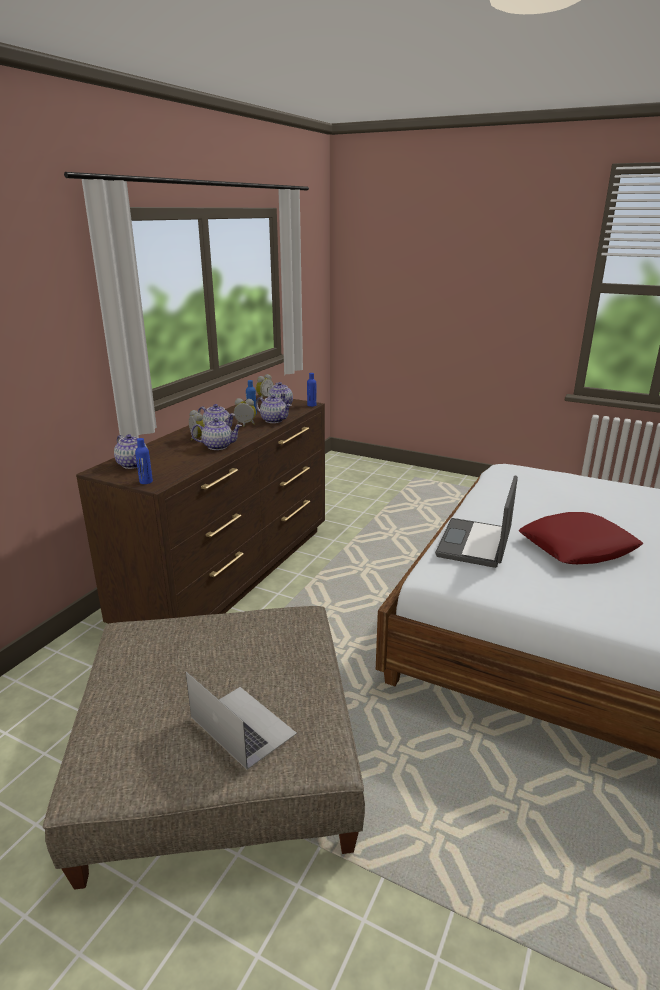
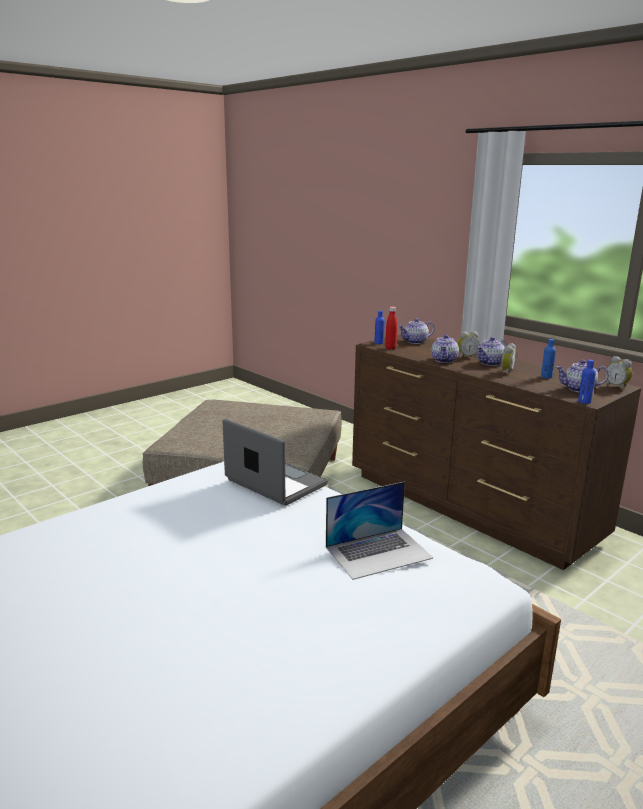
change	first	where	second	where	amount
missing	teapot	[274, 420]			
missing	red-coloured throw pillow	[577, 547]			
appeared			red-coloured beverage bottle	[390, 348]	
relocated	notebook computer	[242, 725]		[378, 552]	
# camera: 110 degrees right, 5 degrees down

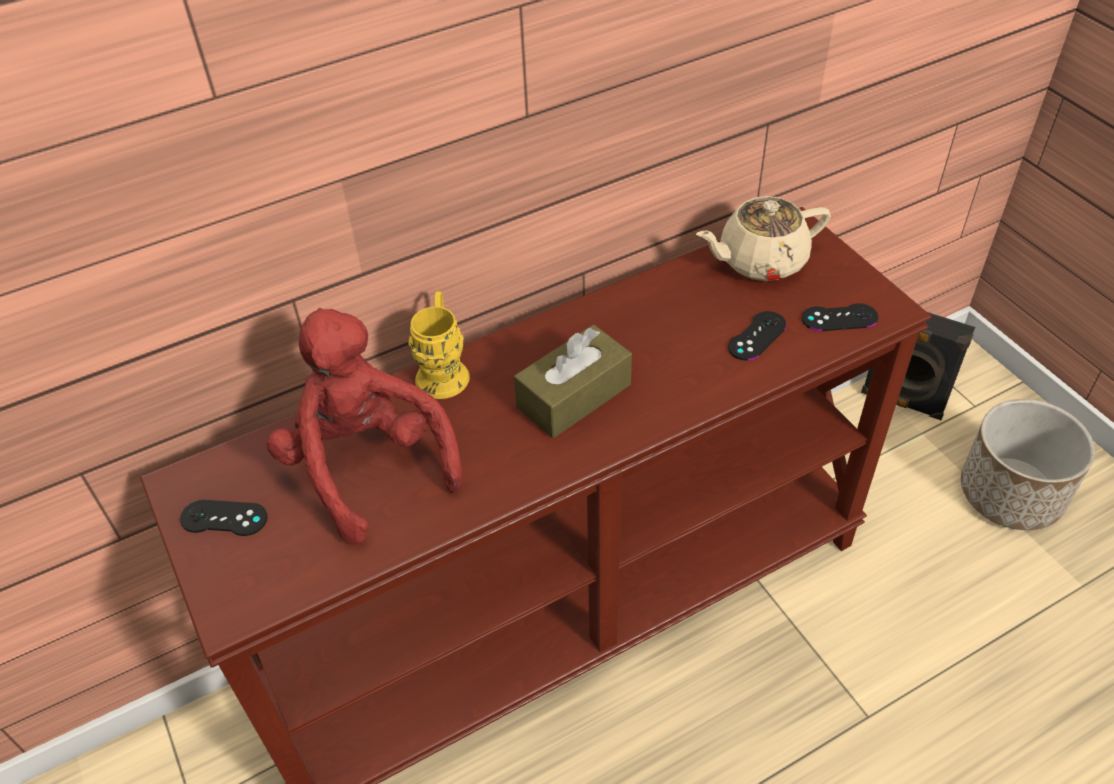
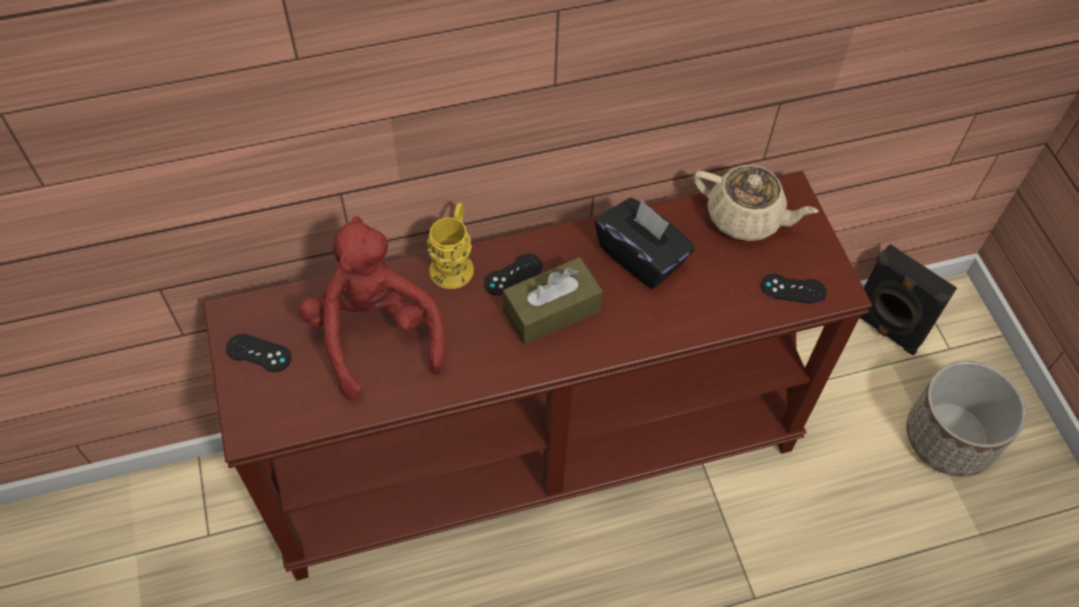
change	first	where	second	where	amount
appeared			black tissue holder	[641, 257]	
relocated	black game controller	[757, 336]		[513, 274]	
spun	sand-coloured teapot	[760, 261]		[746, 218]	150 degrees counterclockwise
# camera: 10 degrees right, 10 degrees up

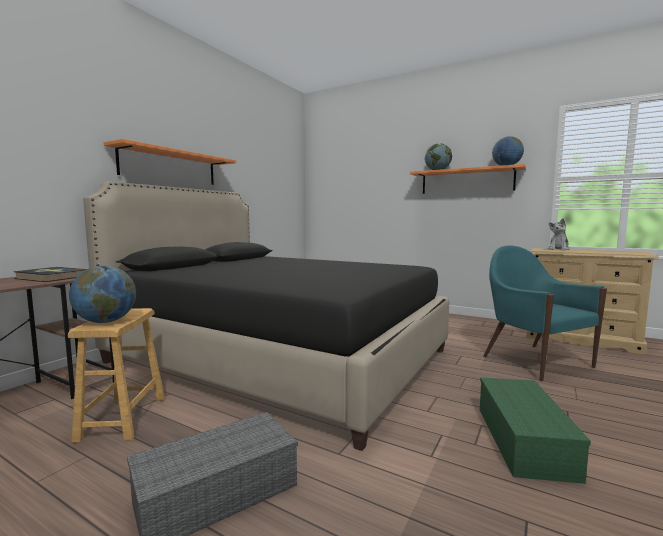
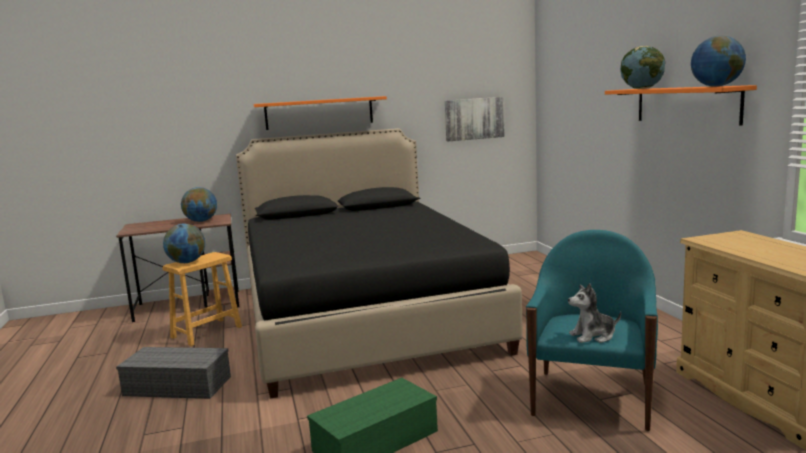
change	first	where	second	where	amount
appeared			wall picture	[474, 118]	
relocated	soft toy	[558, 249]		[593, 336]	
exchanged	volume	[52, 277]	world globe	[201, 221]	
# camera: 45 degrees right, 5 degrees up

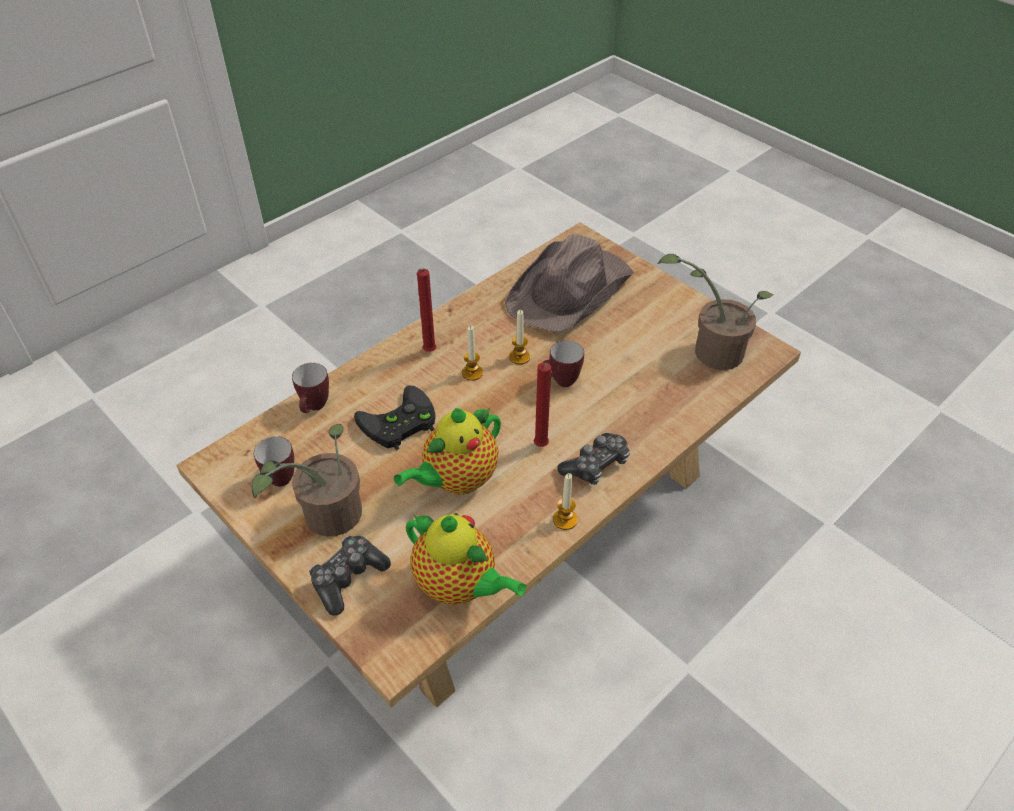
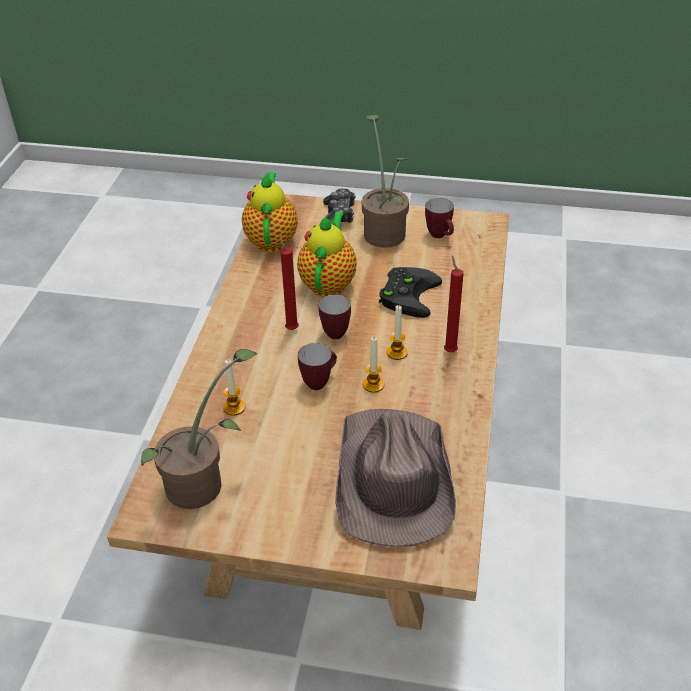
change	first	where	second	where	amount
missing	game controller	[596, 465]			
relocated	coffee mug	[315, 408]		[333, 331]	
relocated	wax candle	[565, 520]		[234, 407]	
spun	teapot	[459, 586]		[272, 239]	90 degrees clockwise
# camera: 145 degrees right, 5 degrees down

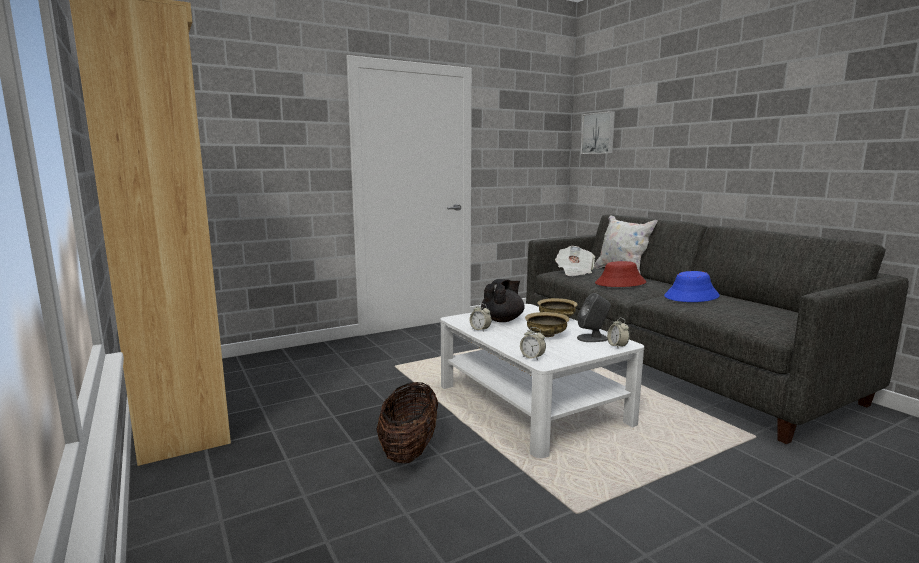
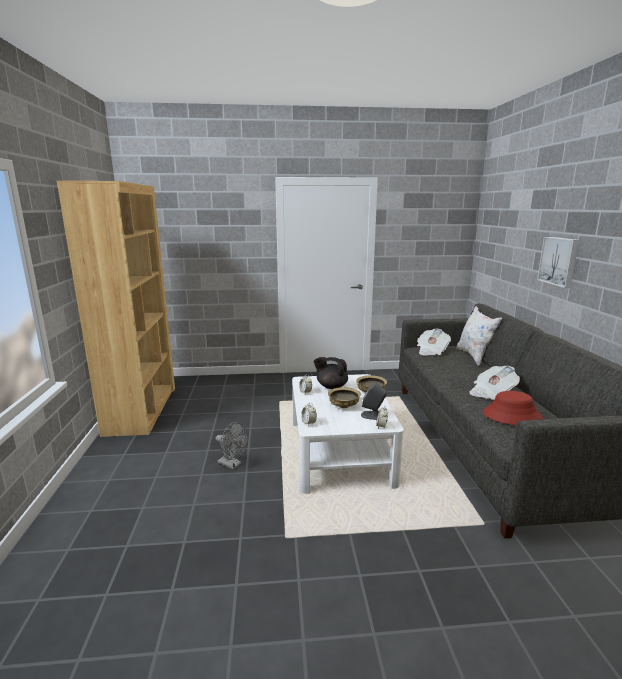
change	first	where	second	where	amount
relocated	wall picture	[598, 133]		[559, 261]	
relocated	red-coloured hat	[620, 283]		[512, 416]	
exchanged	household basket	[409, 450]	grey fan	[232, 464]	
exchanged	bluish hat	[691, 296]	printed paper	[491, 393]	
spun	black teapot	[502, 320]		[331, 386]	135 degrees counterclockwise
# camera: 25 degrees right, 5 degrees up

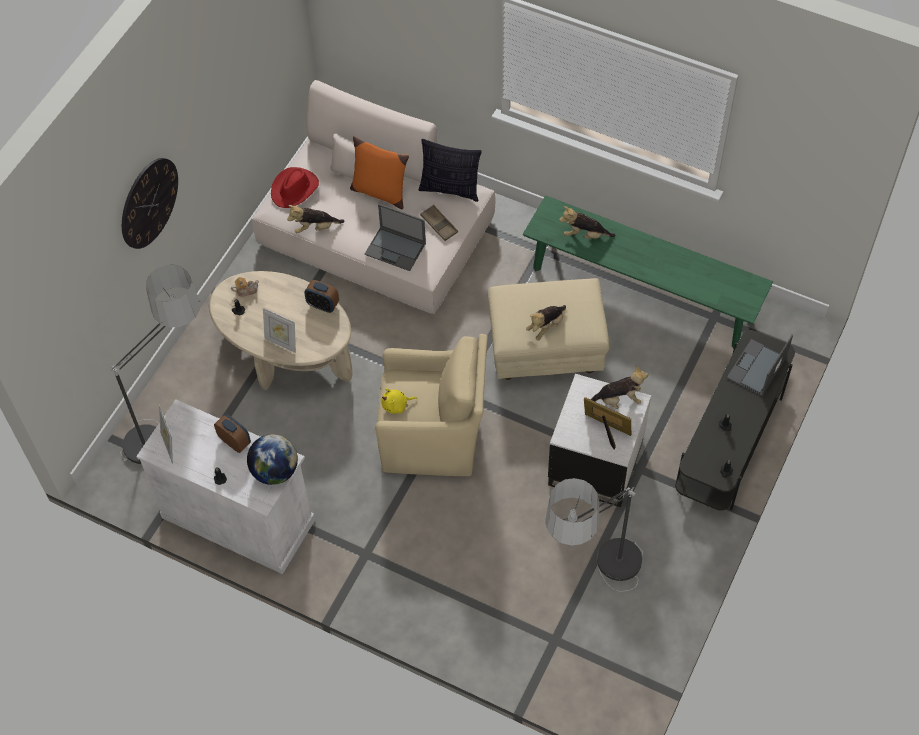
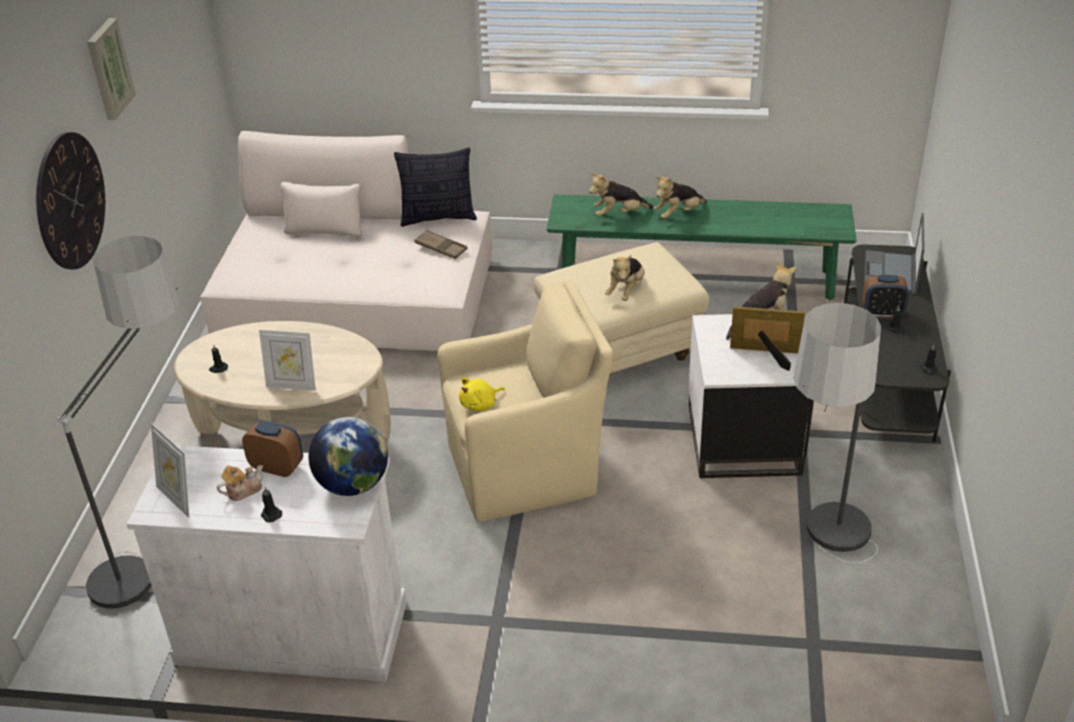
change	first	where	second	where	amount
missing	red-coloured hat	[294, 189]			
missing	orange-coloured throw pillow	[379, 192]			
missing	notebook computer	[396, 249]			
appeared			wall picture	[108, 69]	
relocated	teapot	[246, 290]		[243, 490]	
relocated	soft toy	[315, 228]		[678, 214]	
relocated	table clock	[323, 305]		[882, 313]	
# camera: 20 degrees left, 20 degrees down

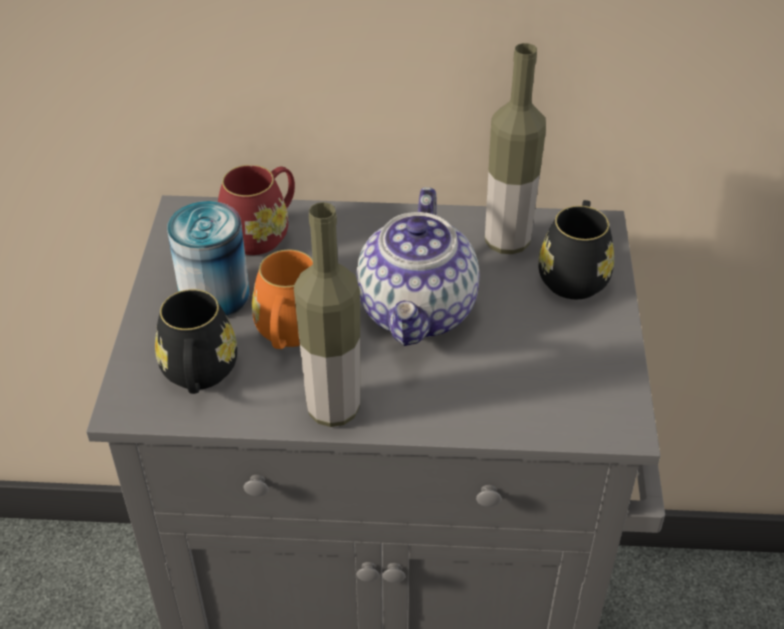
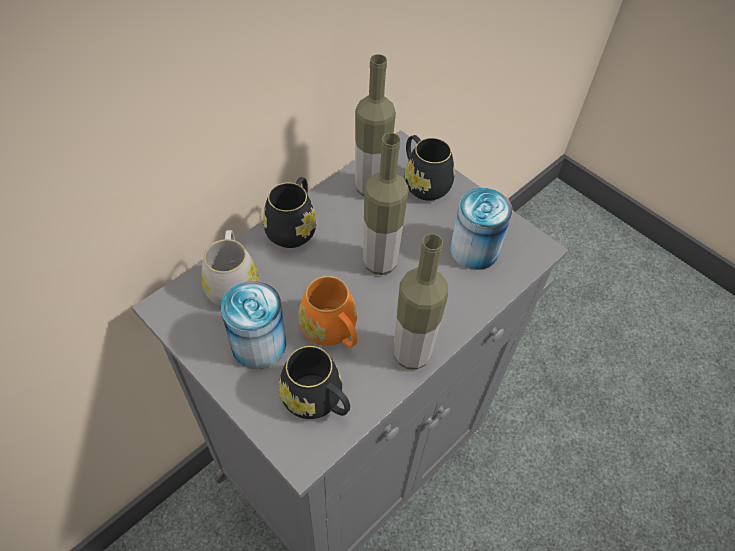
change	first	where	second	where	amount
appeared			black coffee mug	[293, 227]	
appeared			sealed can	[474, 250]	
exchanged	teapot	[419, 312]	beverage bottle	[380, 262]	
colour	red-coloured coffee mug	[262, 233]	whitish coffee mug	[233, 283]	
# camera: 50 degrees left, 10 degrees up

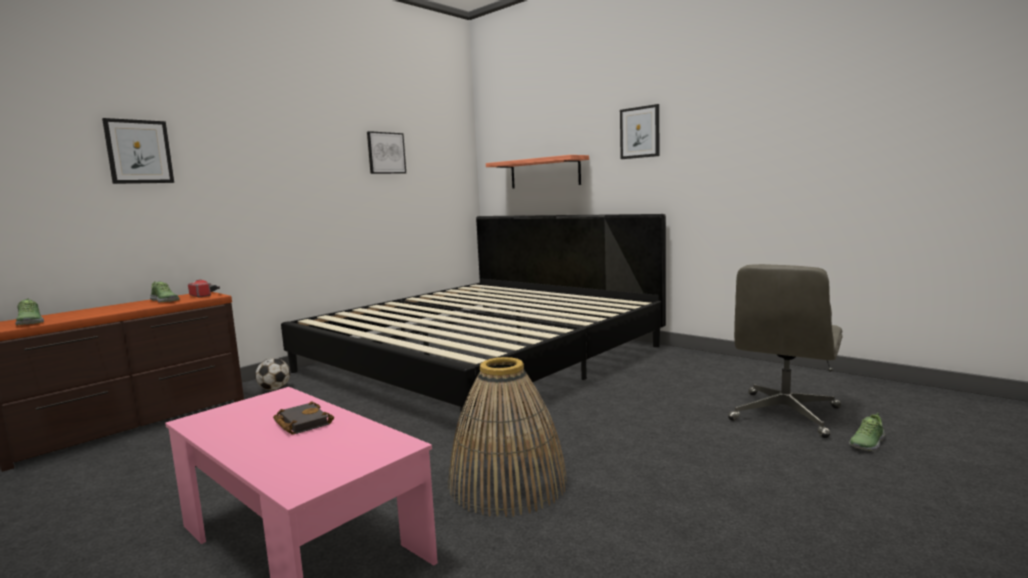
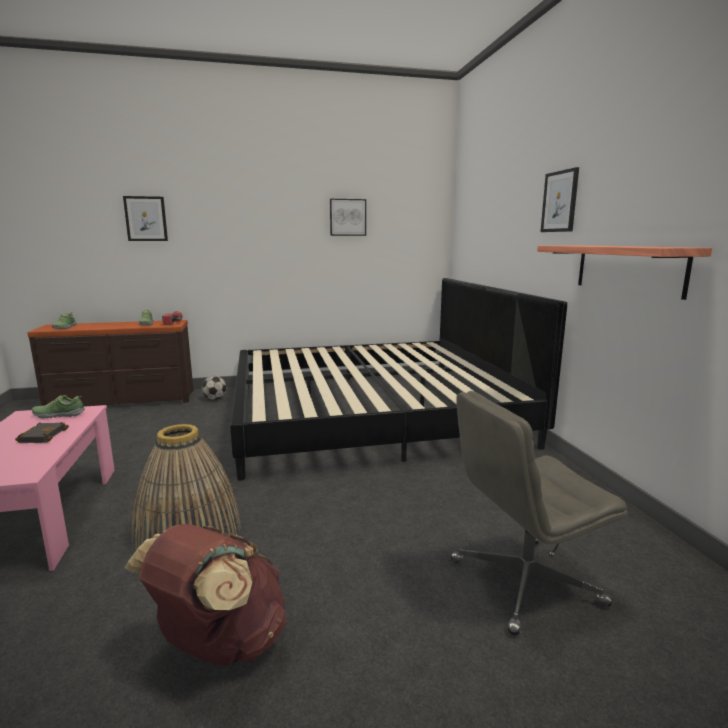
change	first	where	second	where	amount
appeared			brown knapsack	[219, 643]	
relocated	bracket shelf	[544, 173]		[628, 269]	
relocated	item of footwear	[866, 443]		[59, 415]	
# camera: 35 degrees right, 5 degrees up

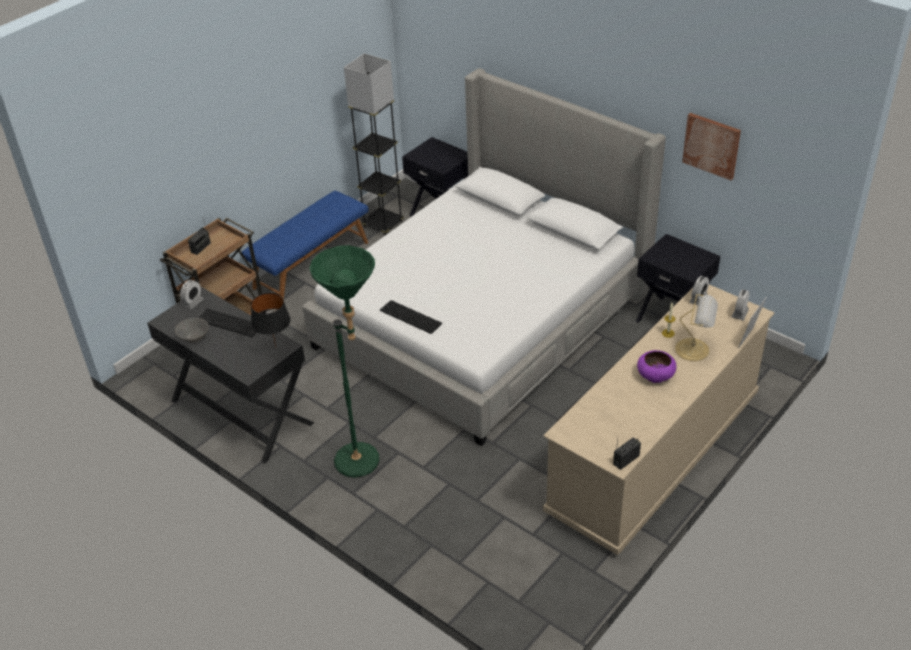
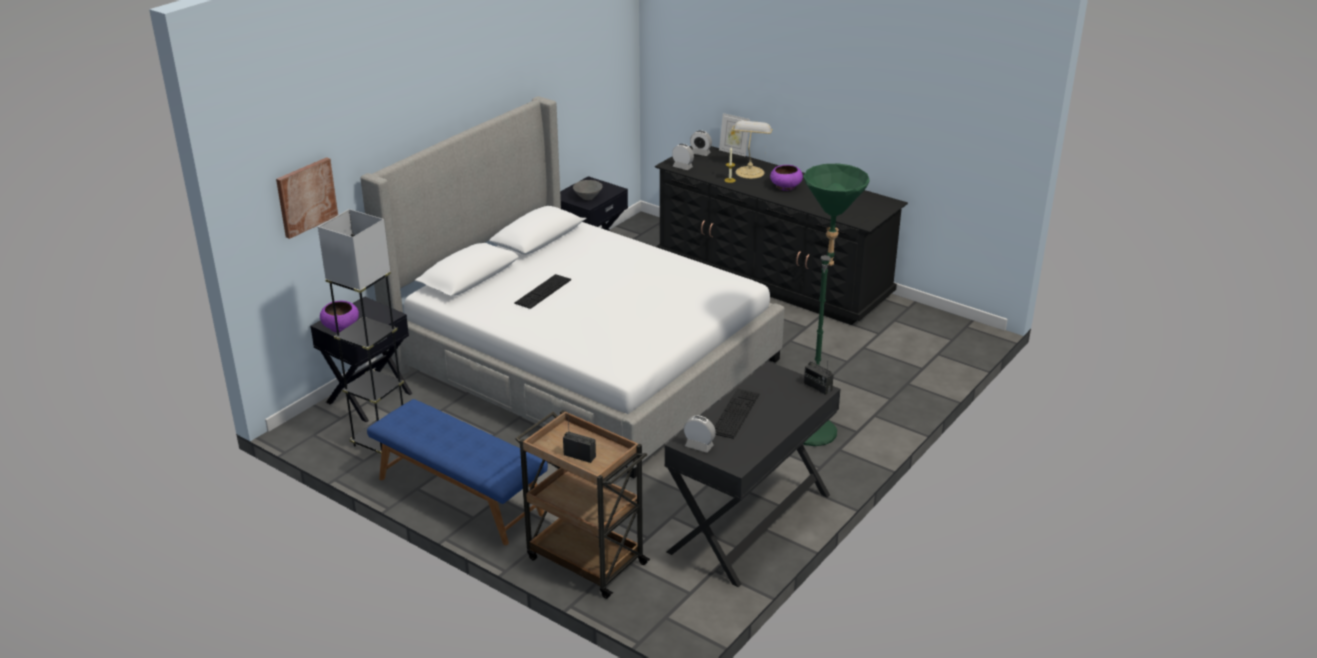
change	first	where	second	where	amount
missing	black tabletop lamp	[275, 347]			
appeared			purple-coloured serving bowl	[341, 327]	
relocated	grey serving bowl	[194, 338]		[587, 197]	
relocated	keyboard	[410, 317]		[543, 291]	
relocated	radio set	[626, 460]		[817, 387]	
relocated	wall picture	[711, 145]		[306, 197]	
colour	sand-coloured drawer chest	[654, 454]	black drawer chest	[772, 277]	
# camera: 95 degrees left, 10 degrees down

